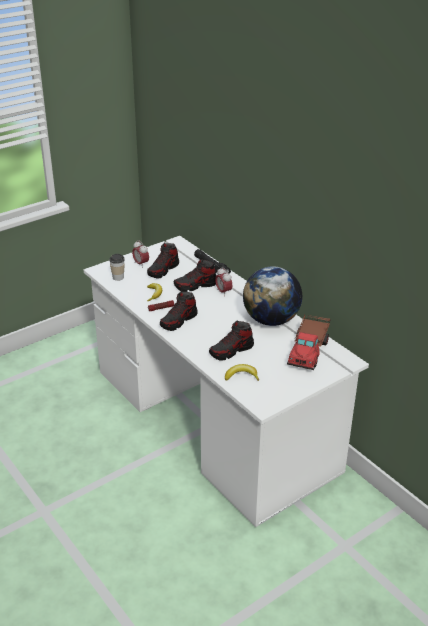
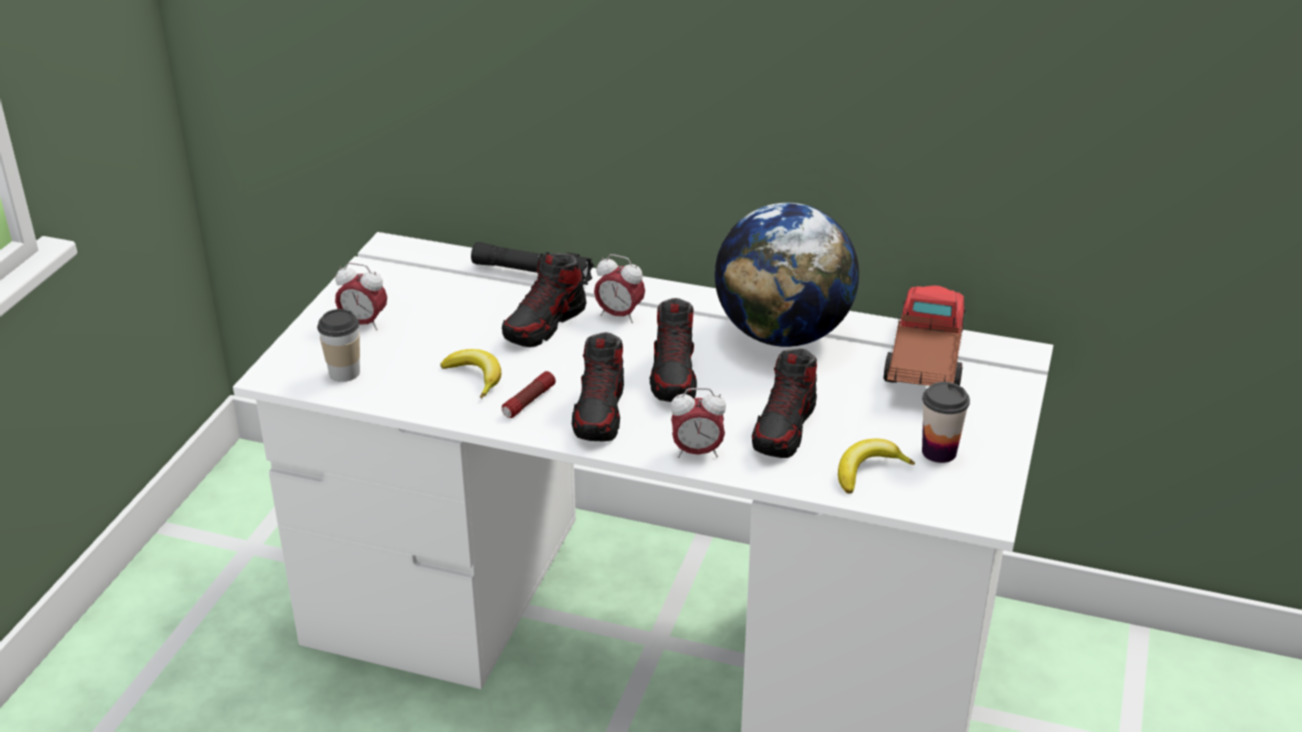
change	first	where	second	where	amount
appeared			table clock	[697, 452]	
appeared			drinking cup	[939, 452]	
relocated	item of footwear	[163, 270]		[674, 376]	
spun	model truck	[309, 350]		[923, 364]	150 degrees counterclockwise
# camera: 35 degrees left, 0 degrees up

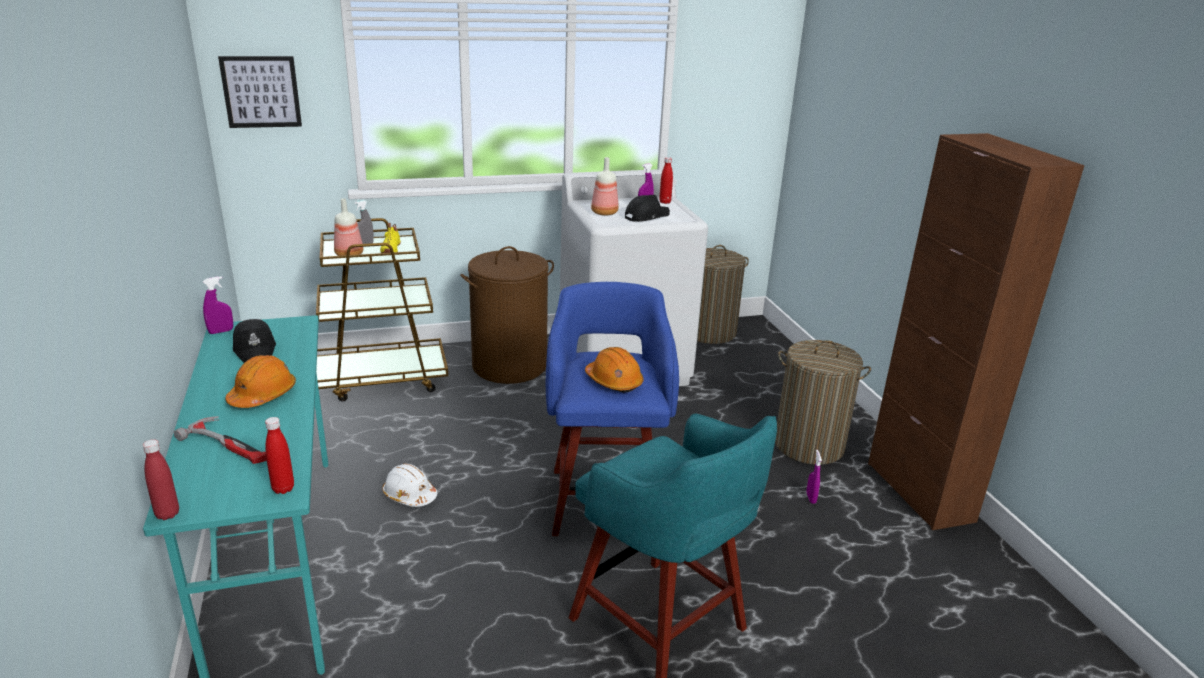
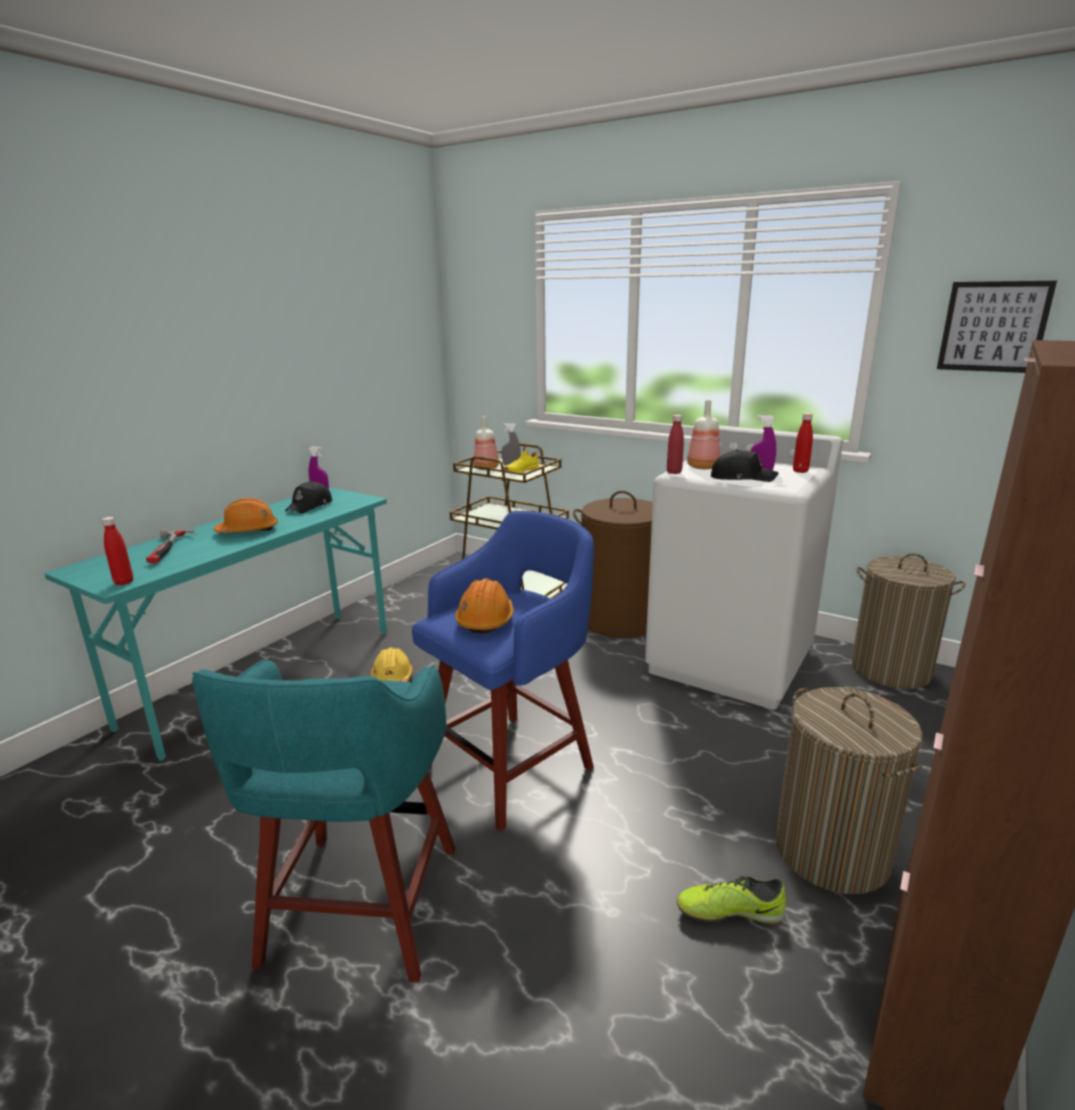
change	first	where	second	where	amount
relocated	red-coloured beverage bottle	[167, 514]		[674, 472]	
relocated	wall picture	[261, 92]		[993, 327]	
exchanged	purple-coloured sprayer	[811, 498]	item of footwear	[729, 911]	
colour	whitish safety helmet	[409, 495]	yellowish safety helmet	[392, 678]	
# camera: 50 degrees right, 5 degrees down

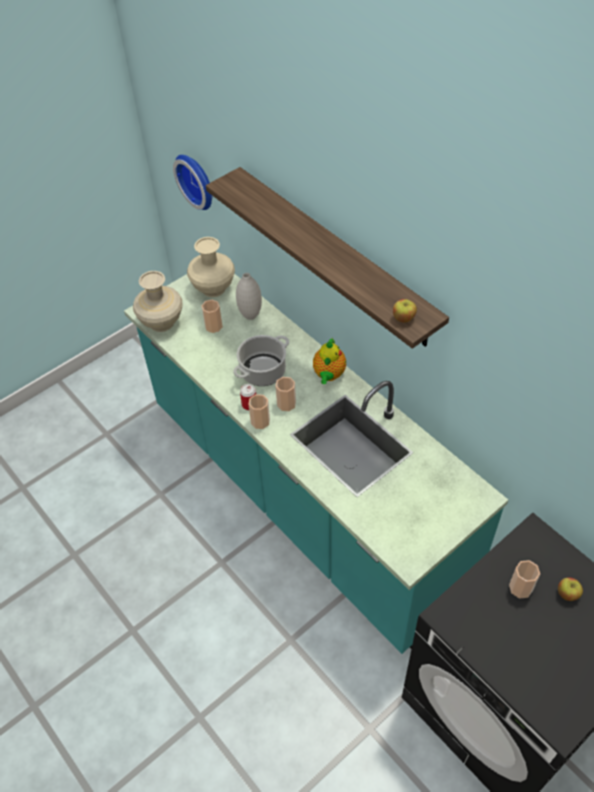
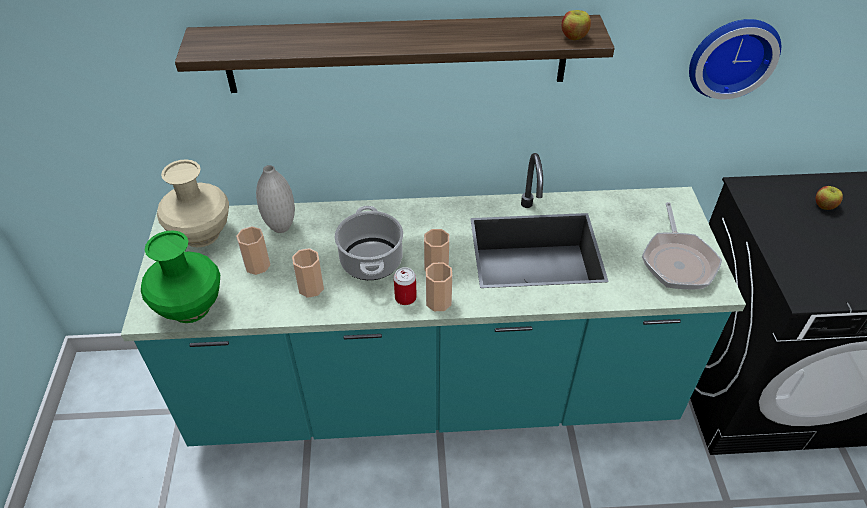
change	first	where	second	where	amount
missing	teapot	[329, 375]			
appeared			frying pan	[678, 261]	
relocated	hanging clock	[197, 180]		[731, 55]	
relocated	drinking cup	[520, 588]		[311, 287]	
colour	sand-coloured decorative vase	[161, 323]	greenish decorative vase	[190, 308]	
# camera: 55 degrees left, 5 degrees down

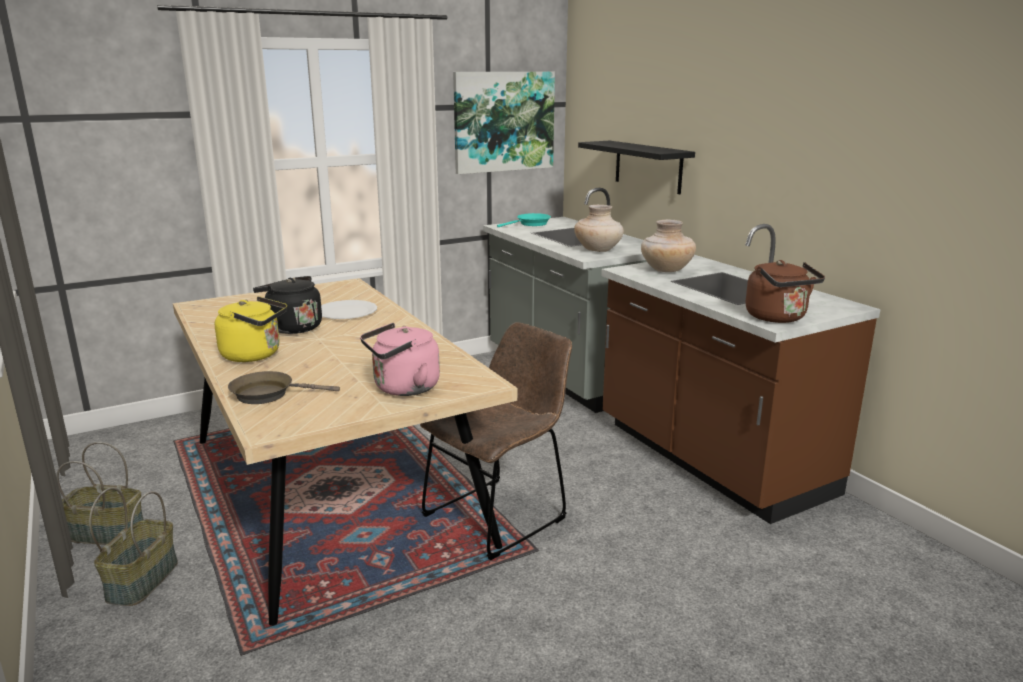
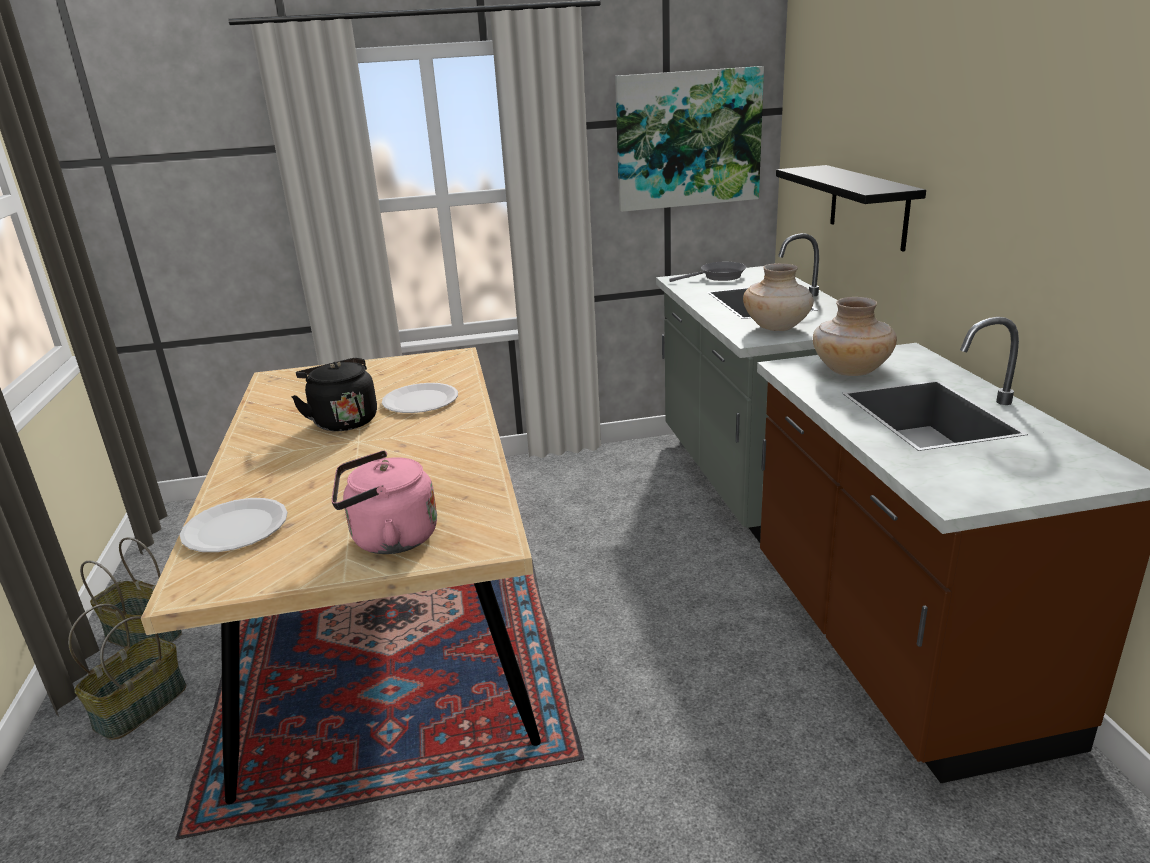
change	first	where	second	where	amount
missing	yellowish tea kettle	[255, 355]			
missing	brown upright chair	[500, 514]			
missing	brown tea kettle	[778, 318]			
exchanged	brown frying pan	[268, 394]	whitish plate	[235, 527]	
colour	turquoise frying pan	[531, 224]	grey frying pan	[719, 277]	
# camera: 20 degrees right, 5 degrees up

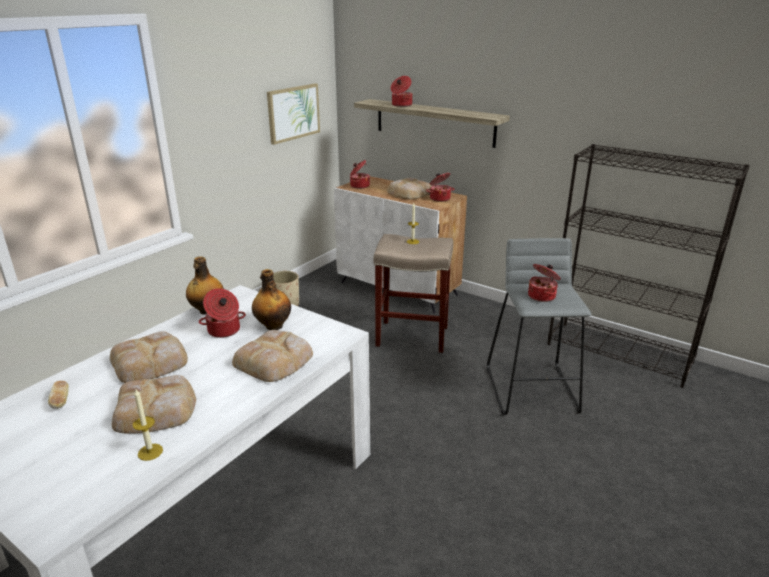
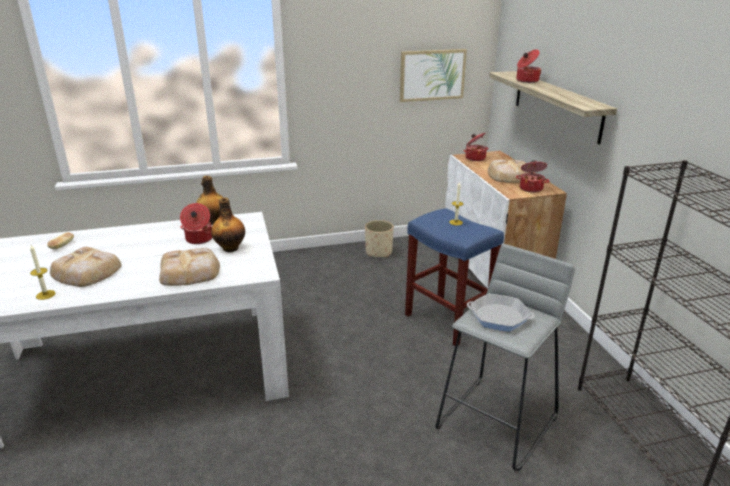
change	first	where	second	where	amount
missing	bread	[151, 362]			
exchanged	saucepot	[542, 296]	frying pan	[499, 317]	
colour	sand-coloured stool	[411, 336]	bluish stool	[446, 320]	
# camera: 40 degrees right, 0 degrees up

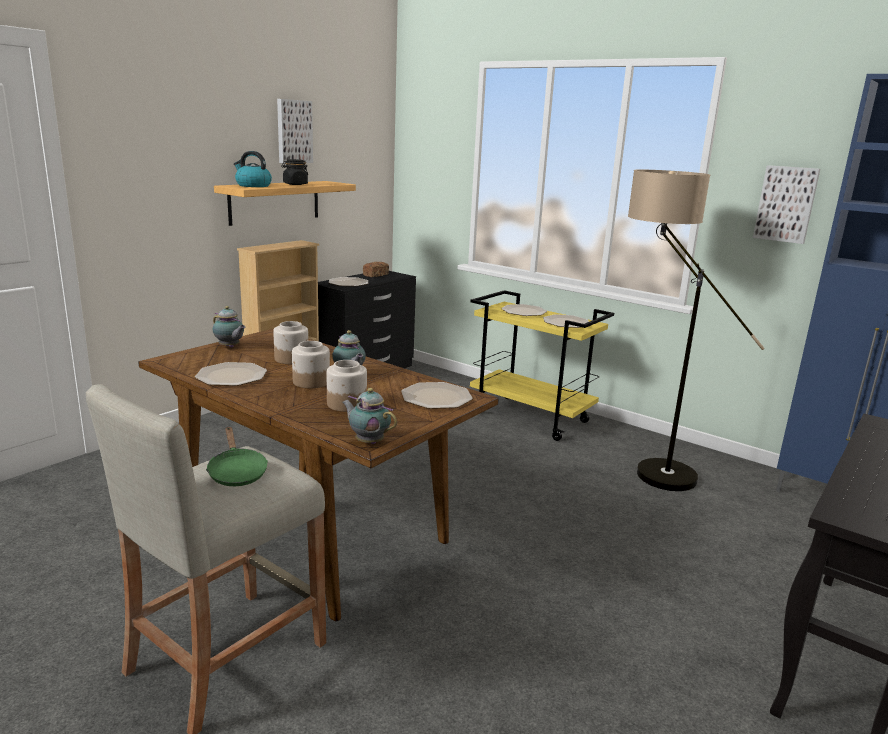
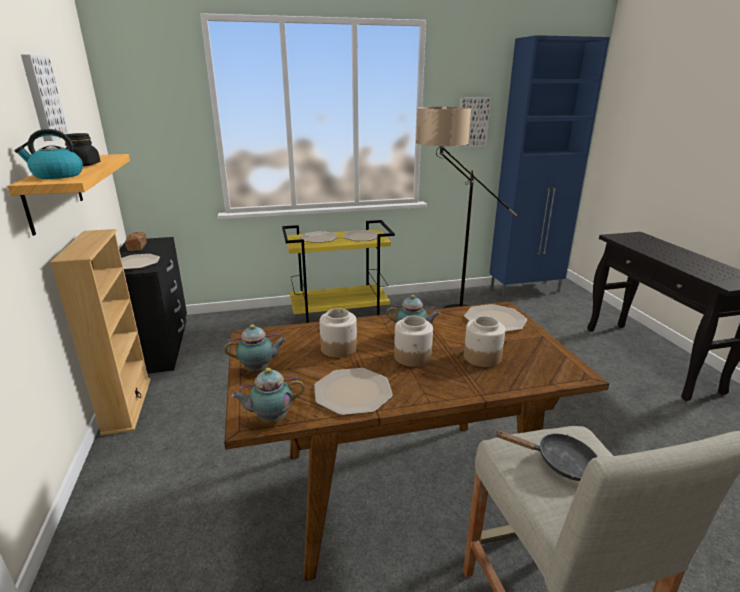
change	first	where	second	where	amount
relocated	teapot	[368, 441]		[270, 419]	
colour	greenish frying pan	[236, 472]	black frying pan	[559, 463]	
# camera: 50 degrees left, 5 degrees up

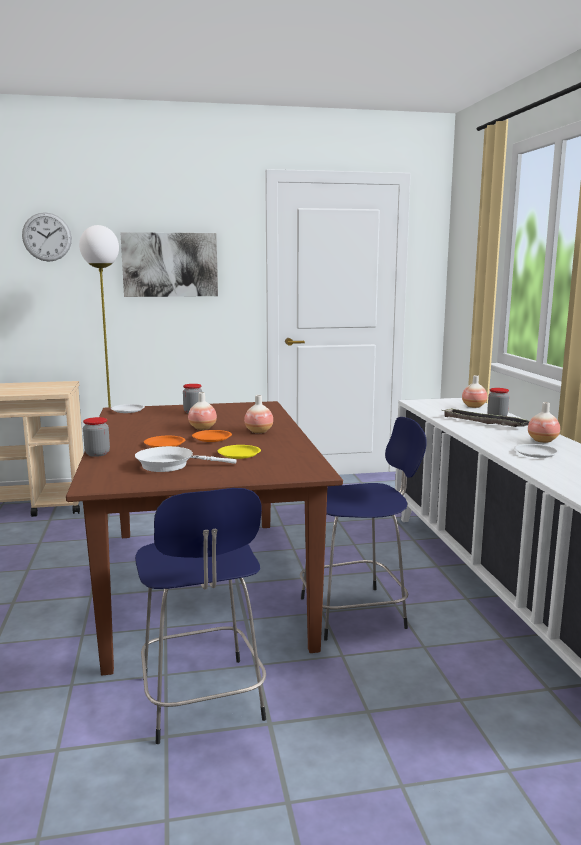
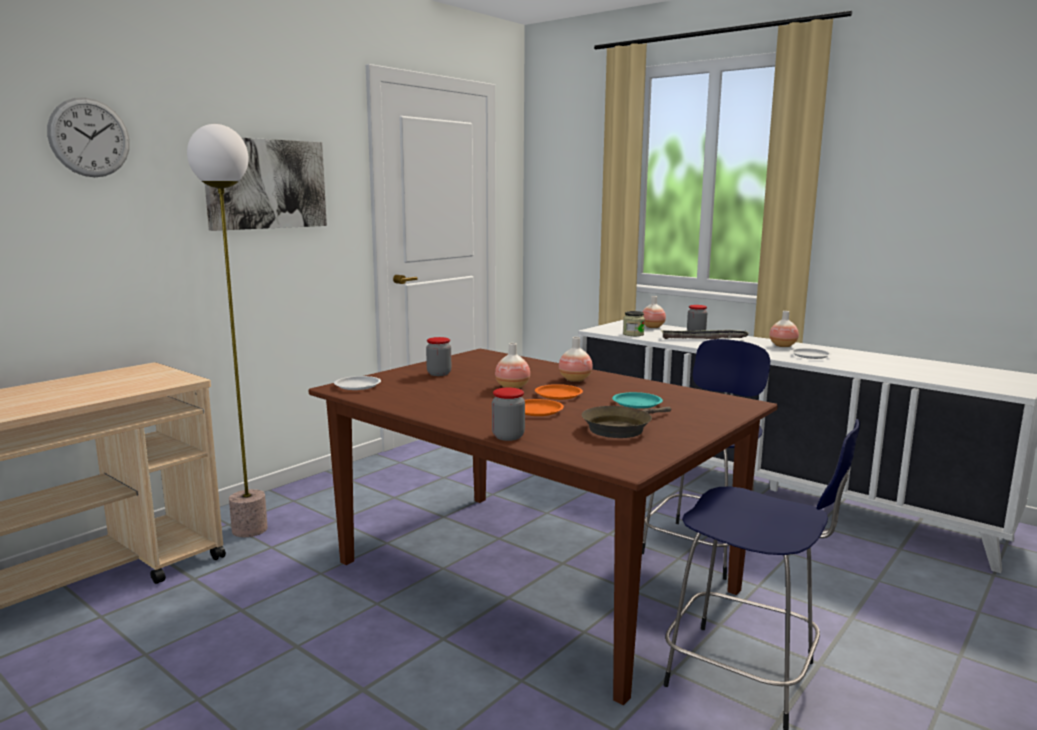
change	first	where	second	where	amount
appeared			jar	[633, 334]	
colour	whitish frying pan	[170, 465]	brown frying pan	[620, 428]	
colour	yellowish plate	[239, 454]	turquoise plate	[637, 403]	
# camera: 40 degrees left, 0 degrees up

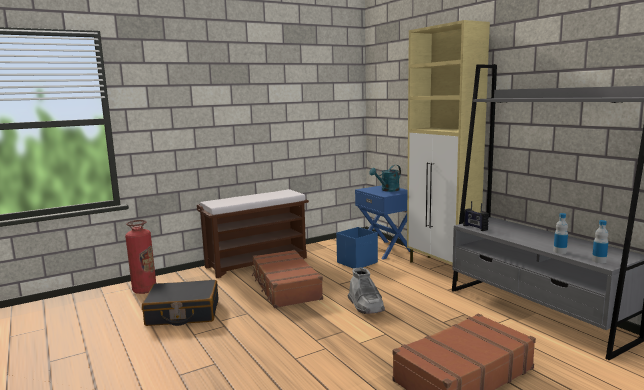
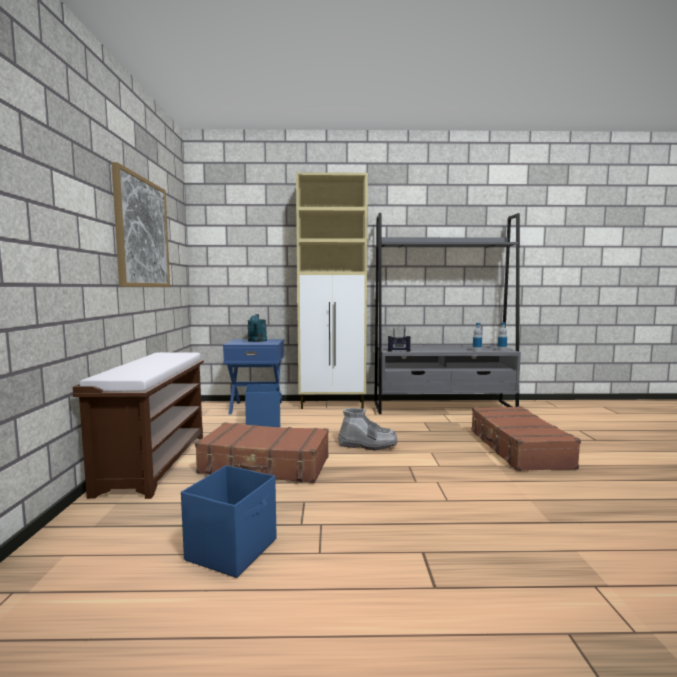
change	first	where	second	where	amount
missing	extinguisher	[144, 290]			
appeared			wall picture	[142, 233]	
exchanged	black travel case	[183, 313]	bluish storage container	[233, 549]	
# camera: 60 degrees left, 5 degrees down

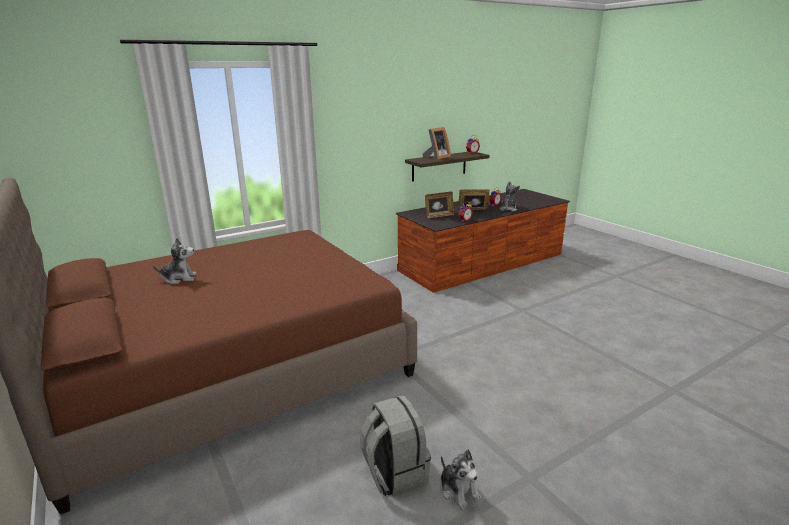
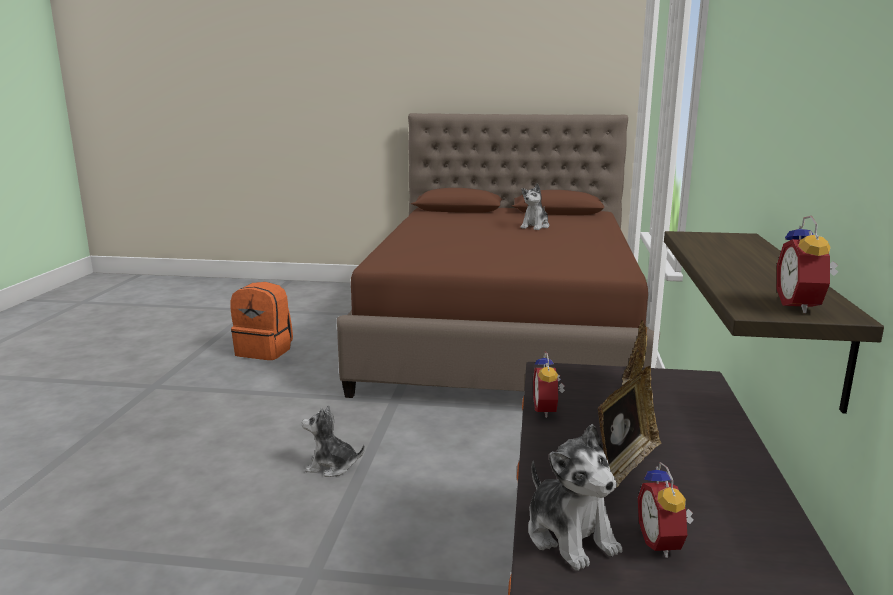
change	first	where	second	where	amount
missing	picture frame	[436, 157]			
relocated	soft toy	[458, 490]		[331, 466]	
colour	grey knapsack	[394, 473]	orange-coloured knapsack	[265, 351]	
# camera: 130 degrees right, 5 degrees down

